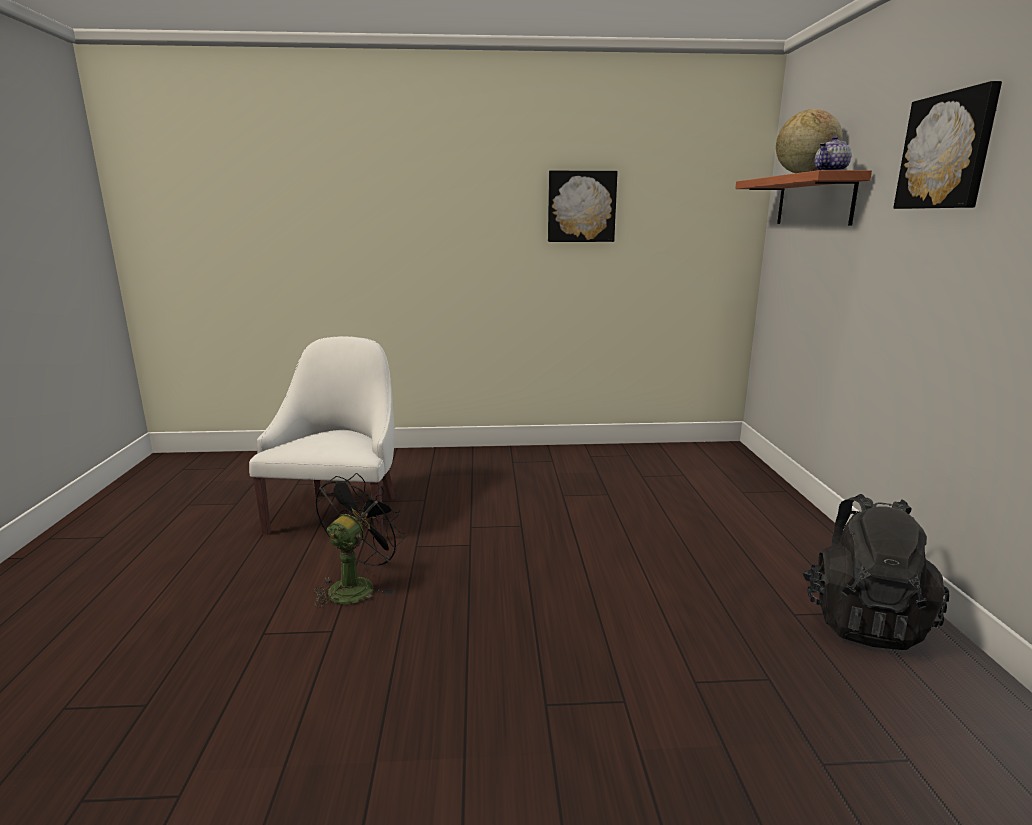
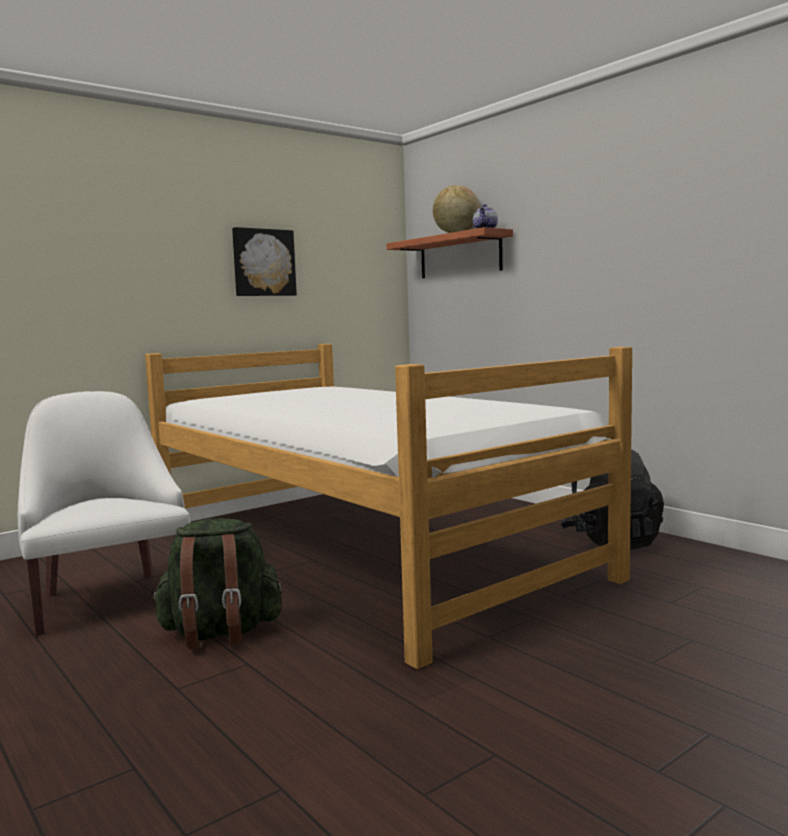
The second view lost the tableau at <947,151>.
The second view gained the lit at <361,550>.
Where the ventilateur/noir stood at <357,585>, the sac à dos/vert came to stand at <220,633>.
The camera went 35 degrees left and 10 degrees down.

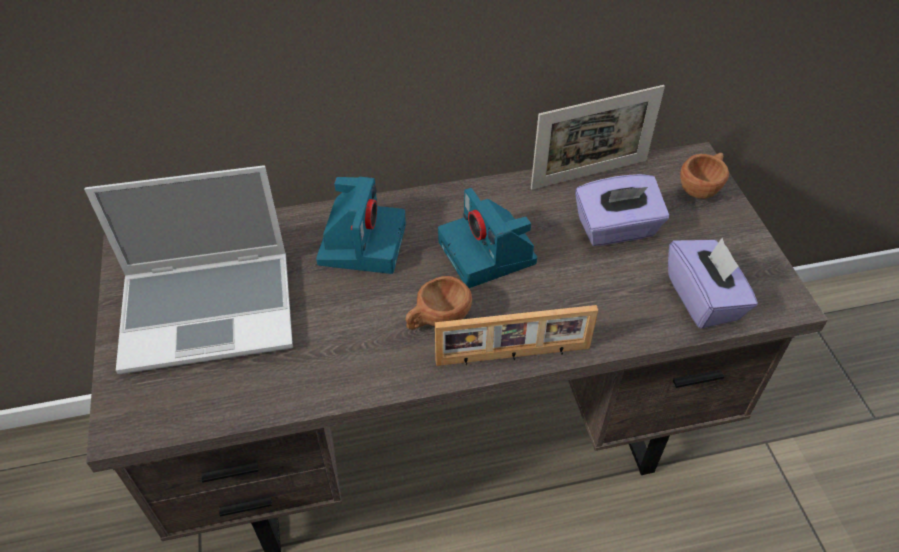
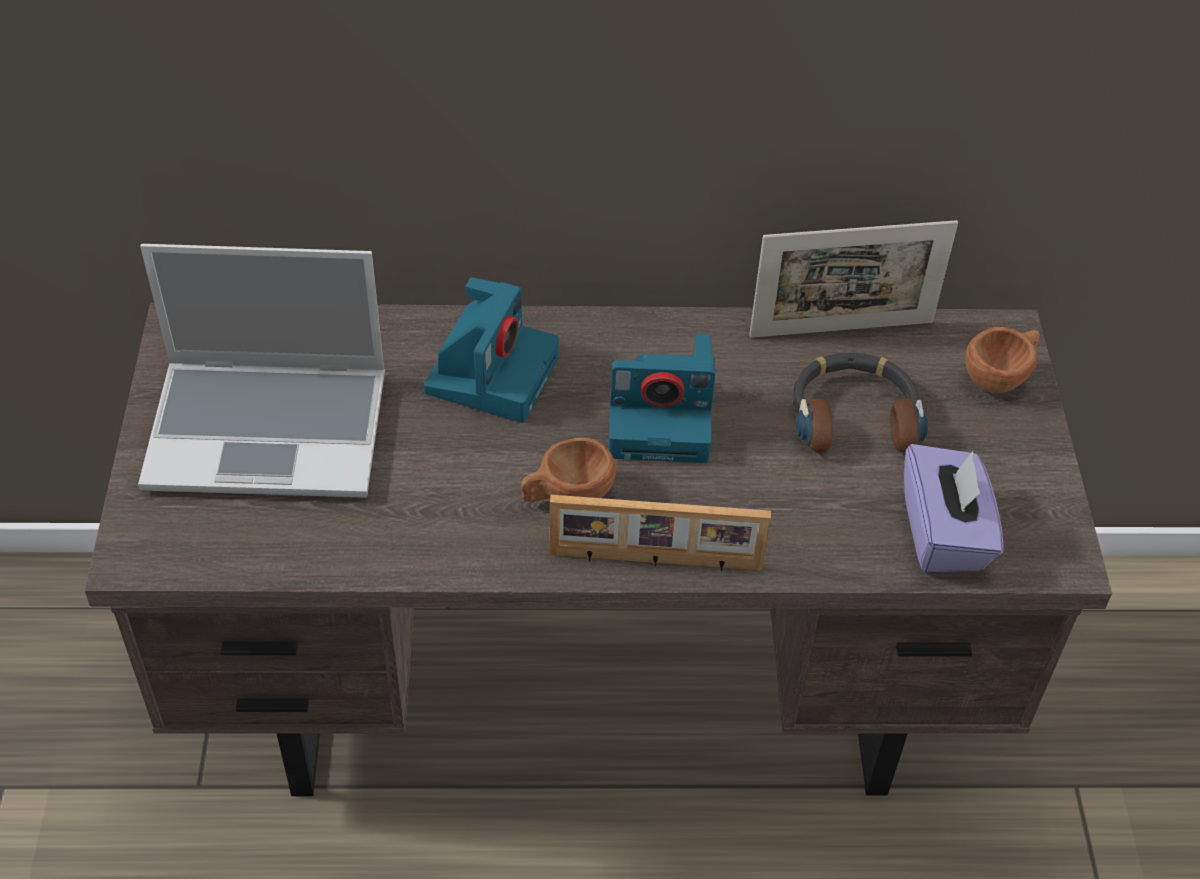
Where the boîte à mouchoirs/violet stood at <616,229>, the casque audio came to stand at <854,415>.
The appareil photo at <488,253> ended up facing another way, 75 degrees counterclockwise from before.
The camera went 10 degrees right and 0 degrees up.

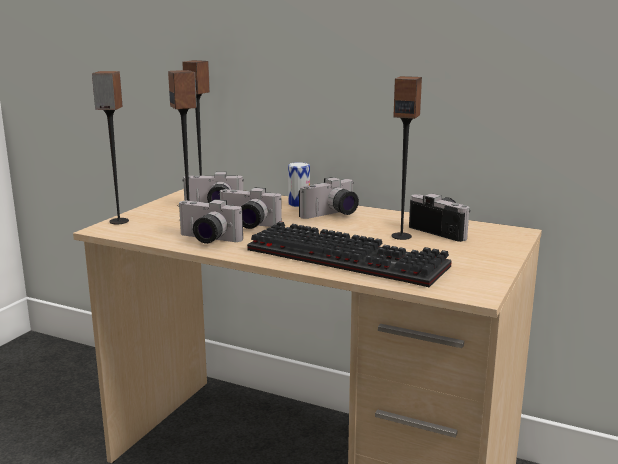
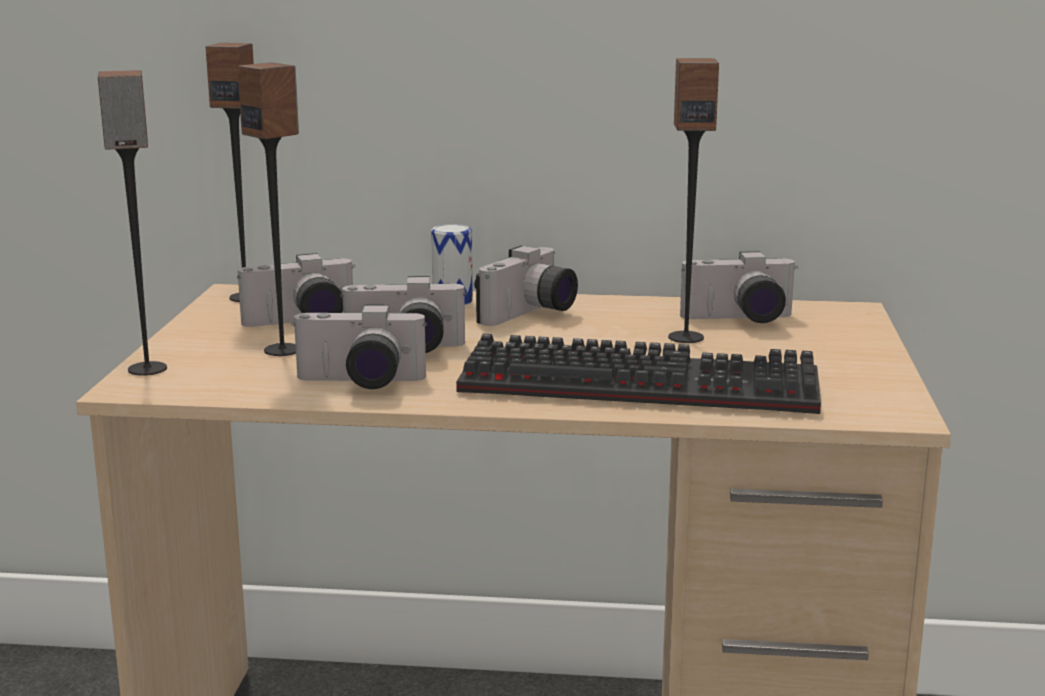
The appareil photo at <443,230> ended up facing another way, 150 degrees clockwise from before.
The camera went 20 degrees left and 0 degrees up.

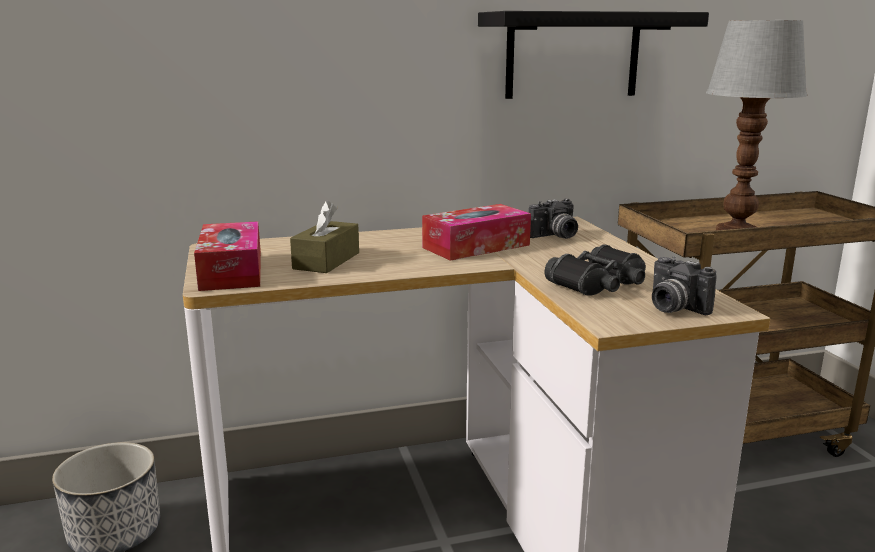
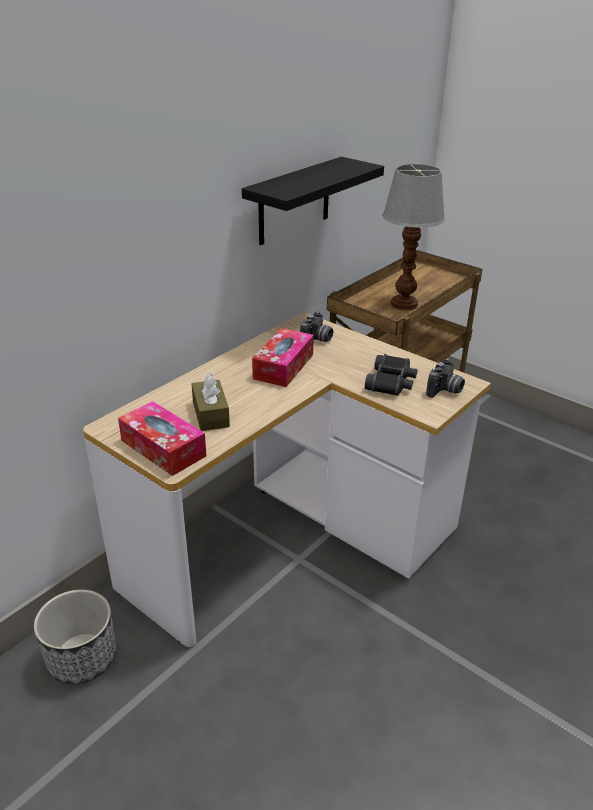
The appareil photo at <672,308> ended up facing another way, 75 degrees counterclockwise from before.
The camera went 35 degrees left and 15 degrees up.

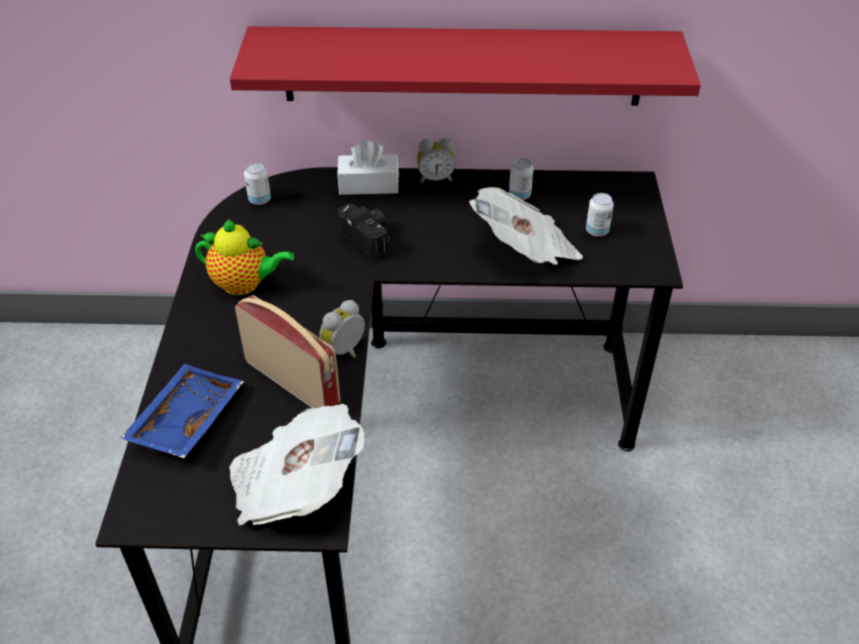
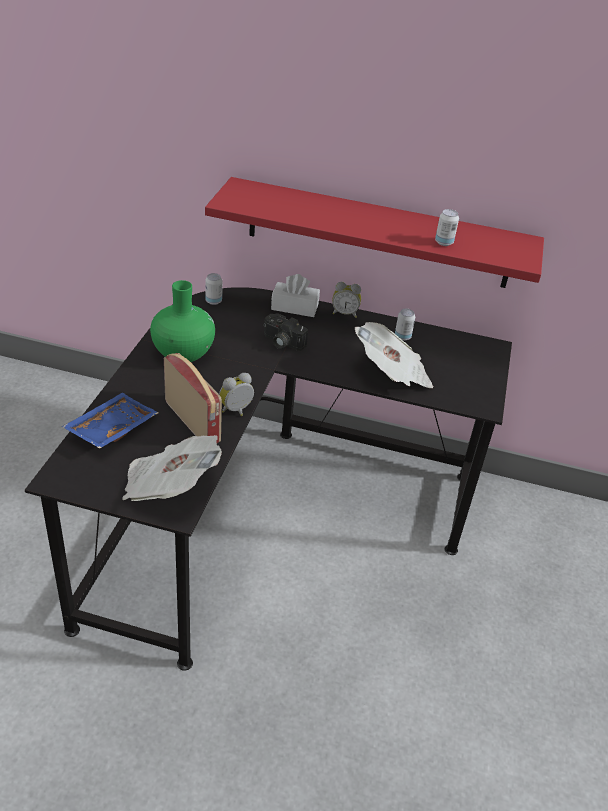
The boîte métallique ended up elsewhere, having gone from <597,231> to <444,242>.
Where the théière stood at <245,284>, the vase/vert came to stand at <183,353>.
The appareil photo at <369,238> ended up facing another way, 150 degrees clockwise from before.
The camera went 10 degrees right and 5 degrees down.

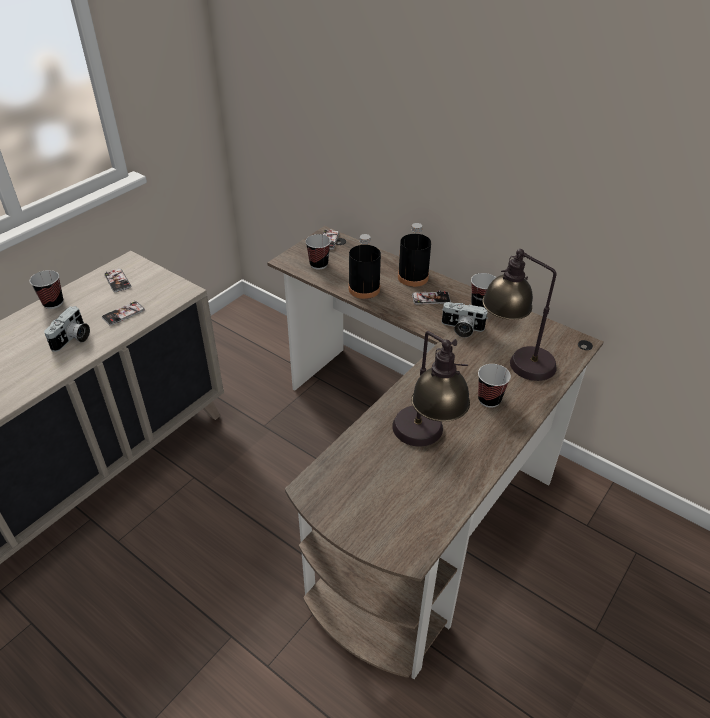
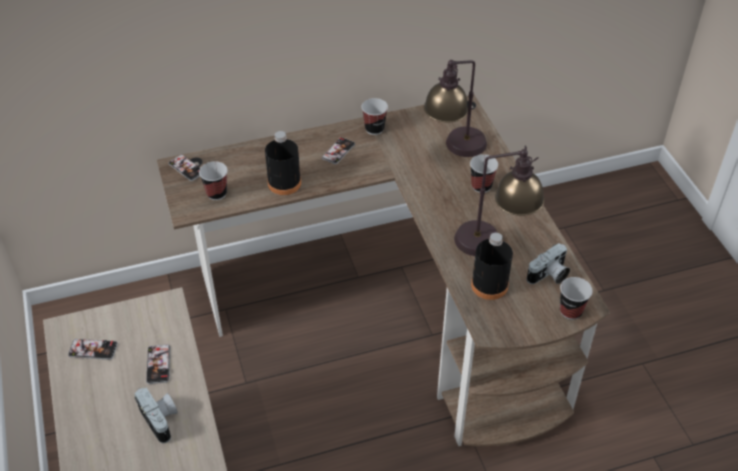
The tasse ended up elsewhere, having gone from <53,303> to <570,311>.
The bouteille/noir ended up elsewhere, having gone from <413,277> to <489,285>.
The appareil photo ended up elsewhere, having gone from <461,329> to <549,276>.
The camera went 55 degrees left and 5 degrees up.

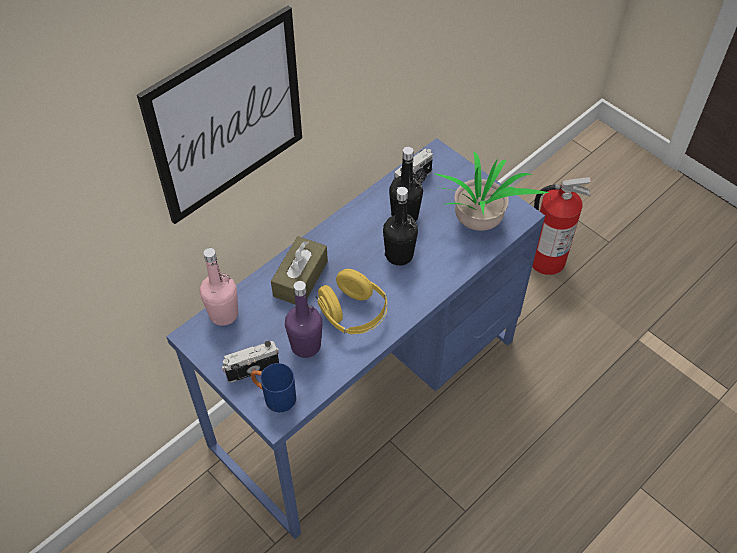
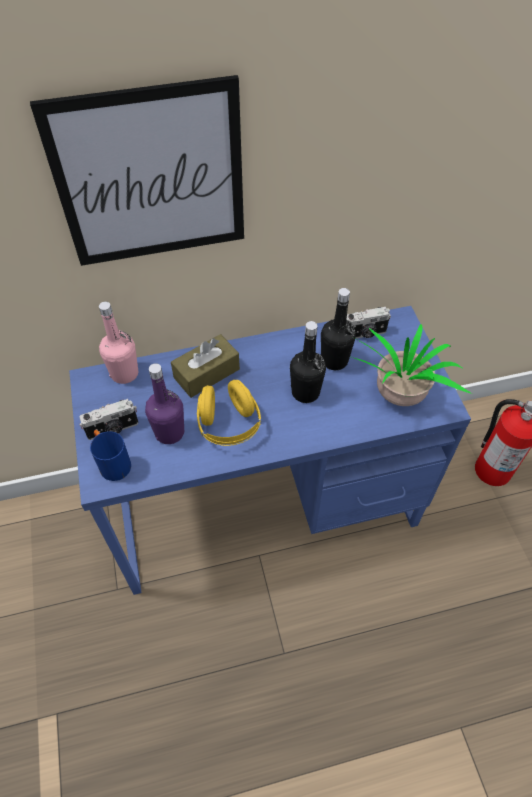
The appareil photo at <252,368> ended up facing another way, 150 degrees clockwise from before.
The camera went 30 degrees right and 0 degrees up.

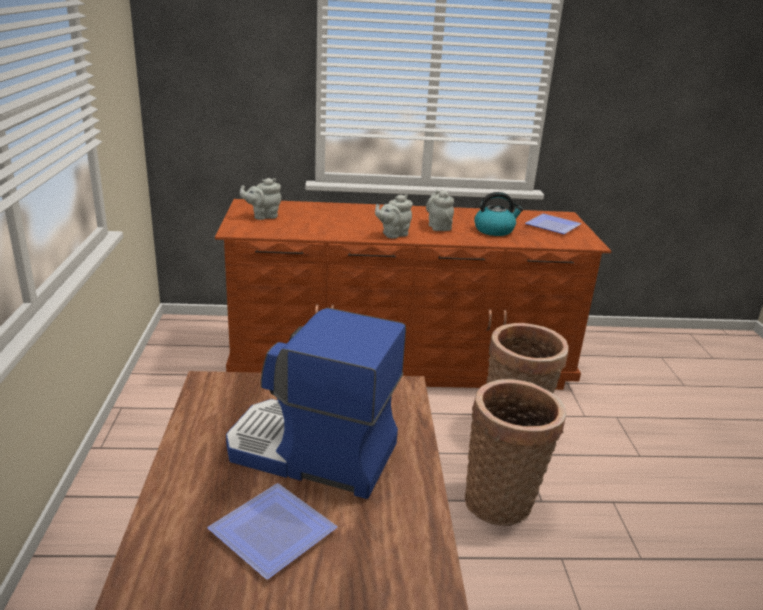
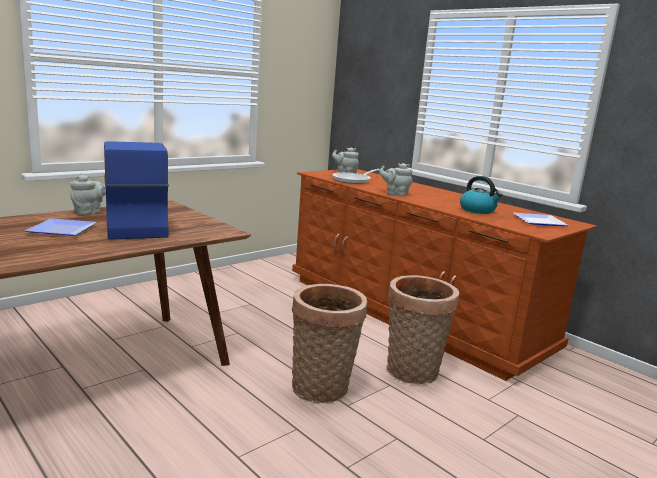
The second view gained the poêle at <354,180>.
The théière/gris ended up elsewhere, having gone from <438,226> to <89,212>.
The camera went 50 degrees right and 10 degrees down.

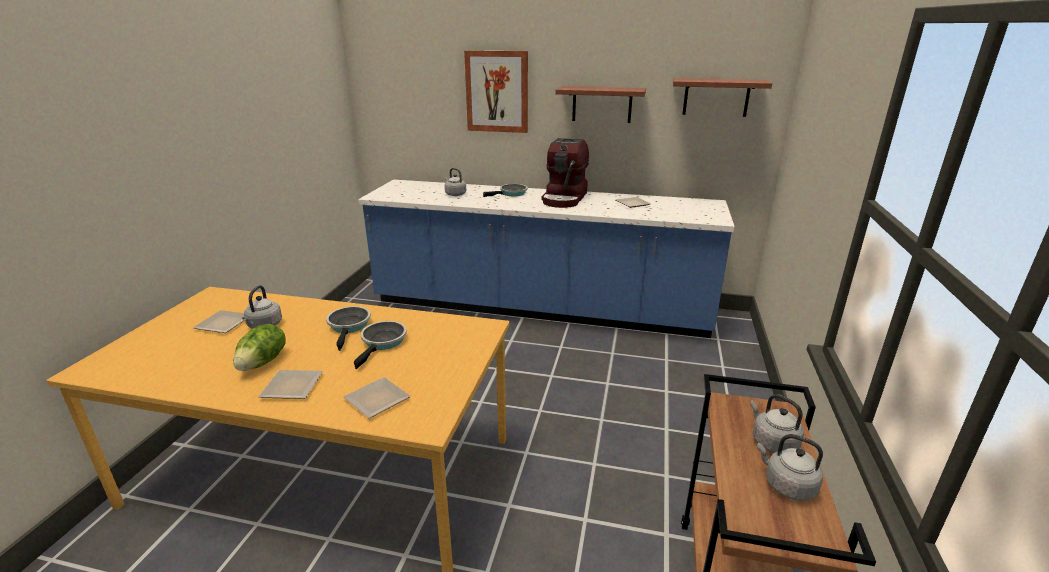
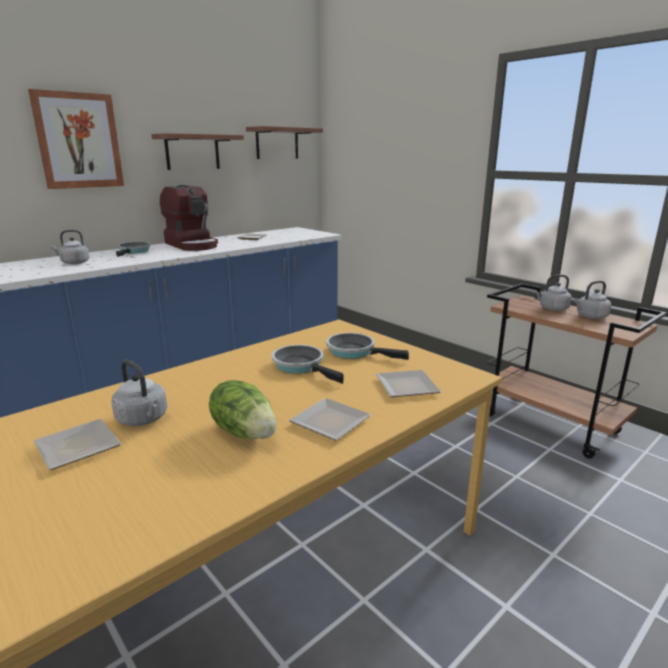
The poêle ended up elsewhere, having gone from <349,326> to <355,351>.
The camera went 55 degrees left and 5 degrees down.

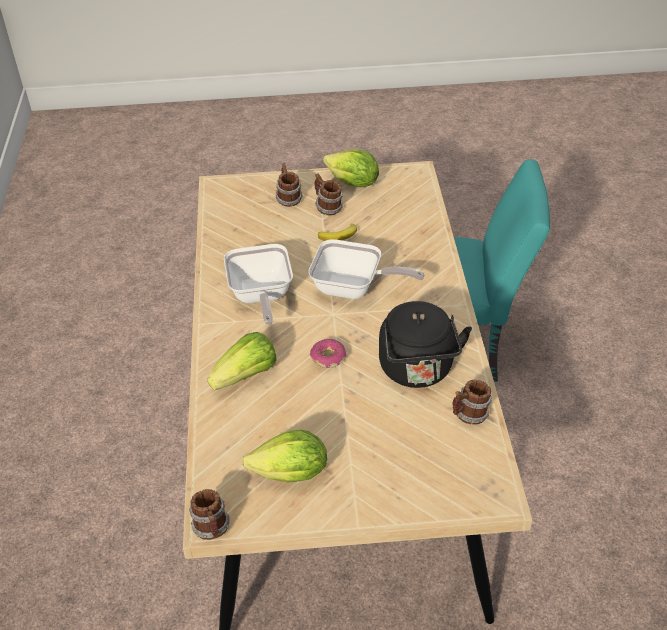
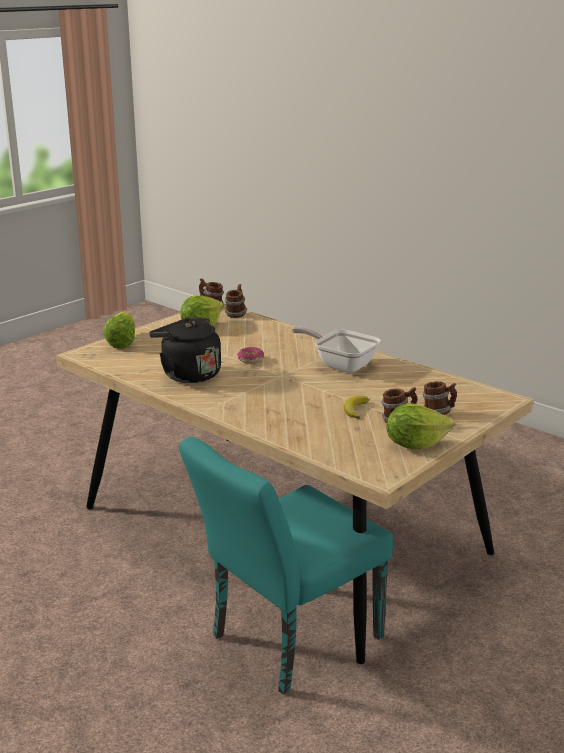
The second view lost the poêle at <354,288>.
The laitue ended up elsewhere, having gone from <246,376> to <122,342>.
The mug ended up elsewhere, having gone from <469,416> to <236,314>.
The camera went 135 degrees right and 20 degrees down.

